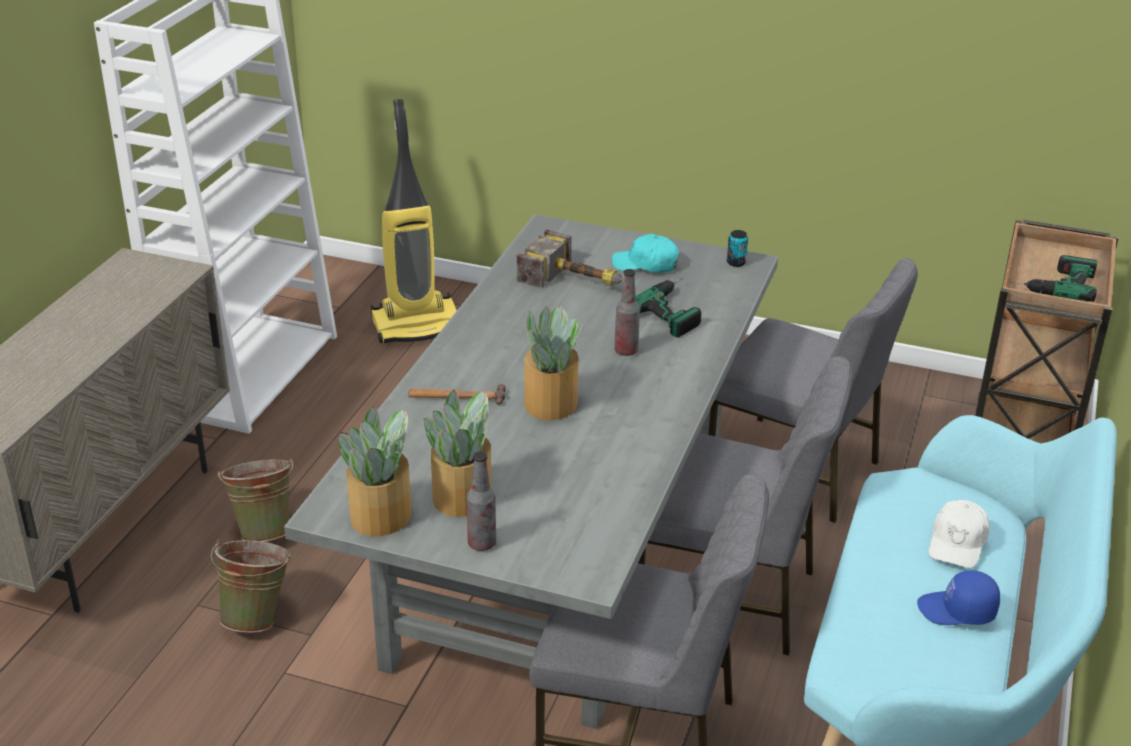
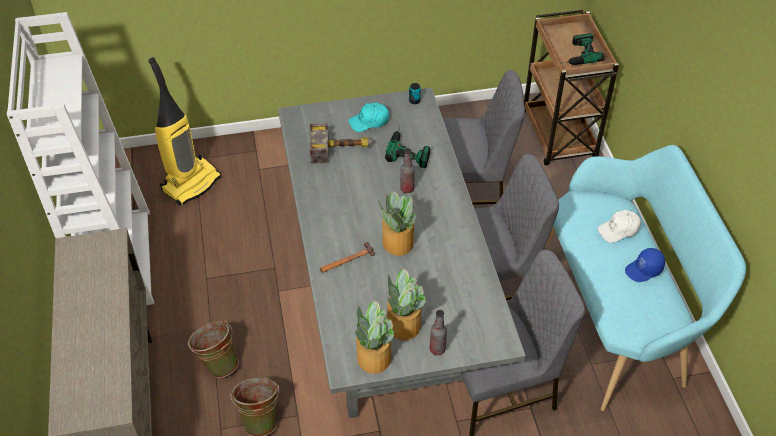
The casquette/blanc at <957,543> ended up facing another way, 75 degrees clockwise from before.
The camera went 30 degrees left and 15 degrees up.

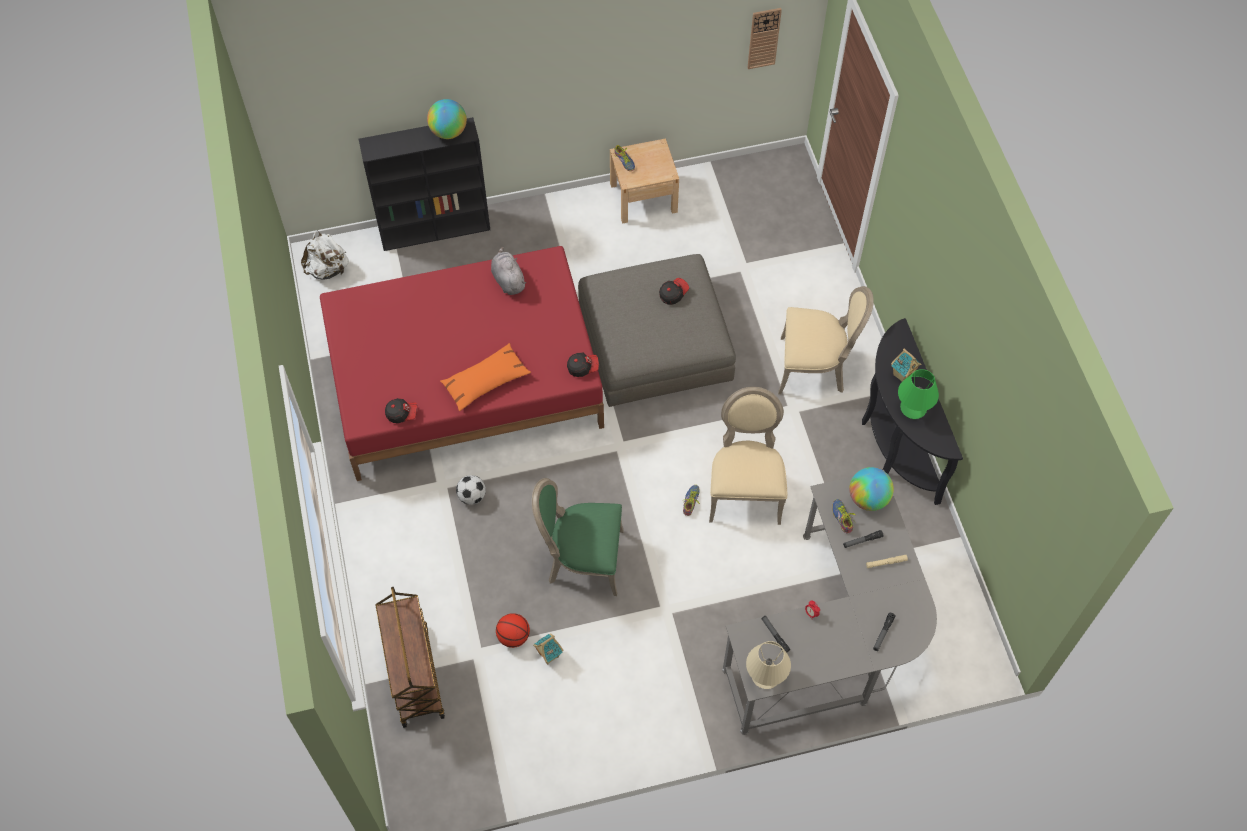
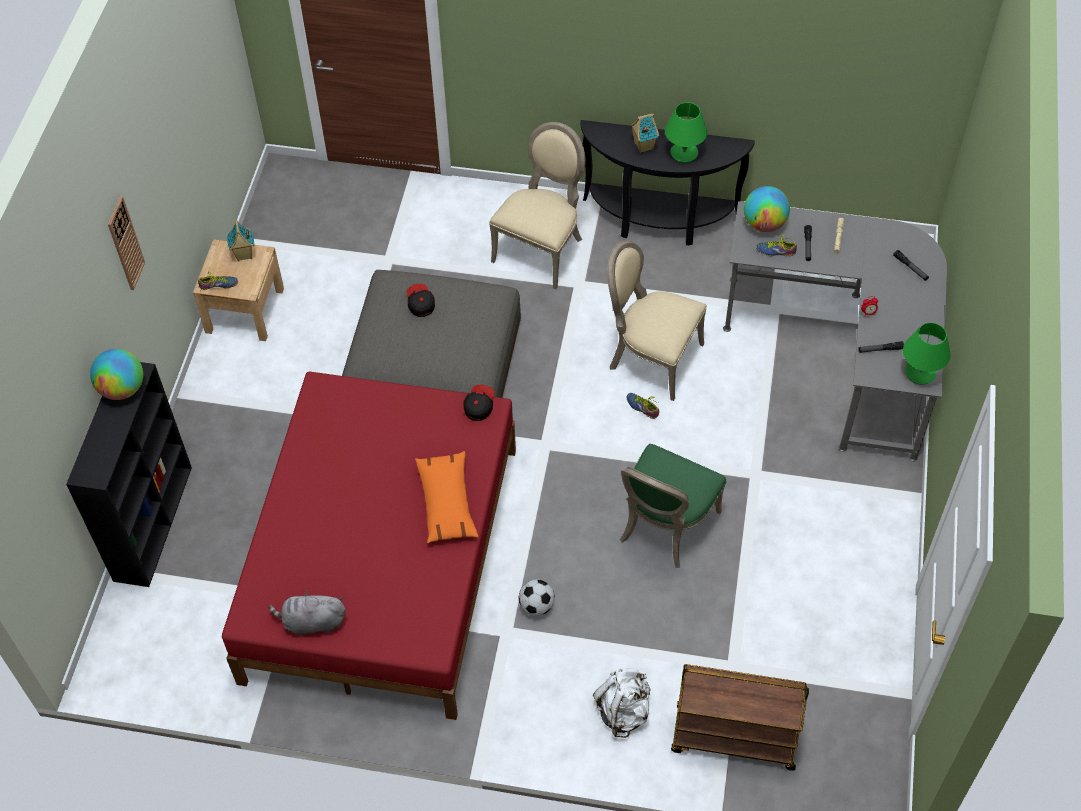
The second view lost the casquette at <402,413>.
The second view lost the ballon de basket at <513,636>.
The sac à dos/blanc ended up elsewhere, having gone from <328,269> to <623,711>.
The peluche/gris ended up elsewhere, having gone from <508,280> to <312,622>.
The maison miniature ended up elsewhere, having gone from <548,655> to <244,255>.
The horloge murale ended up elsewhere, having gone from <763,38> to <125,243>.
What was the lampe de table/beige at <765,675> turned into the lampe de table/vert at <920,373>.
The camera went 65 degrees left and 5 degrees down.

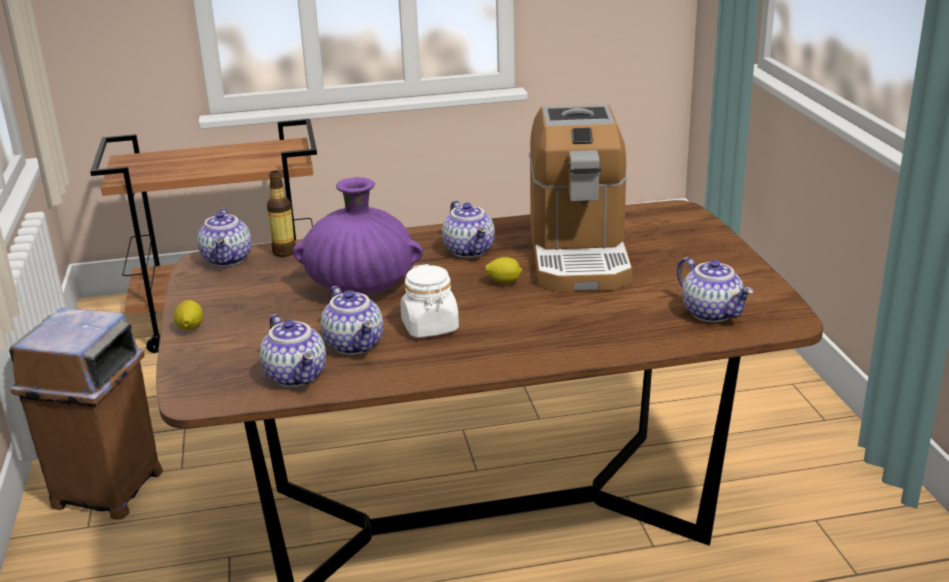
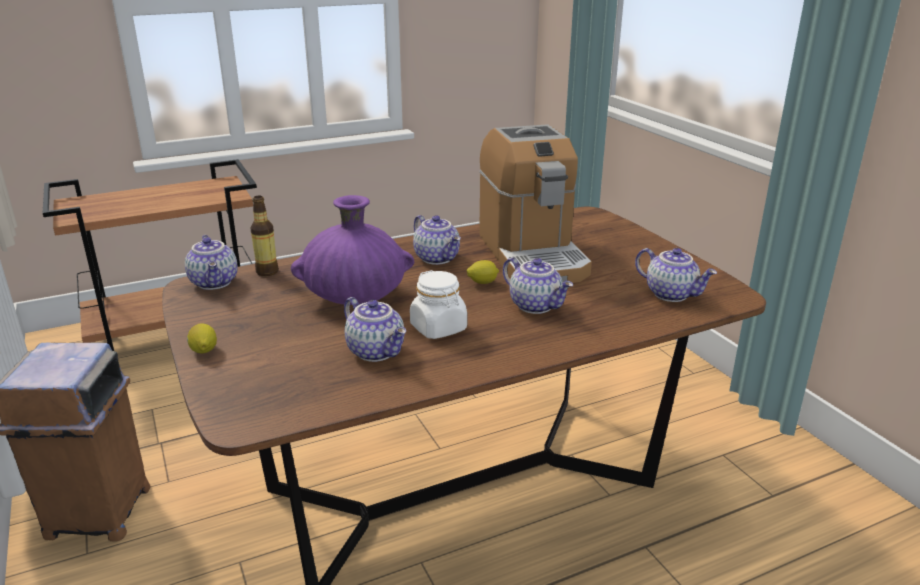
The théière ended up elsewhere, having gone from <297,376> to <536,305>.
The camera went 15 degrees left and 0 degrees up.

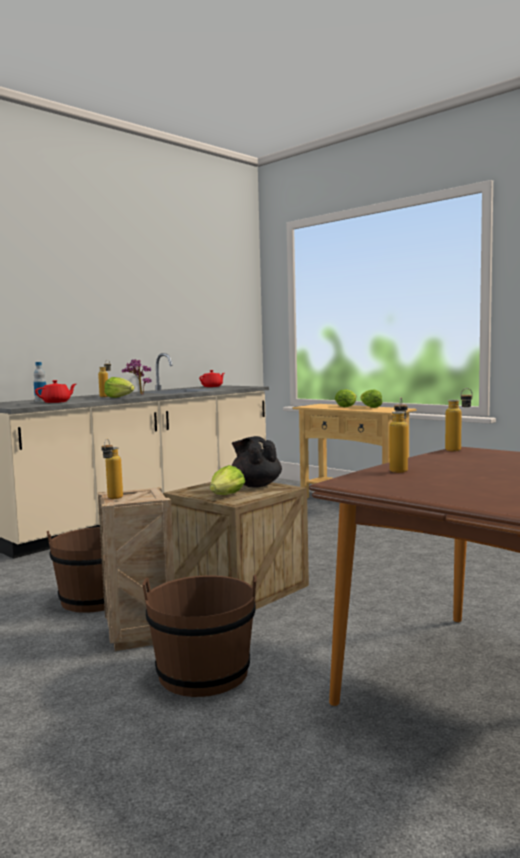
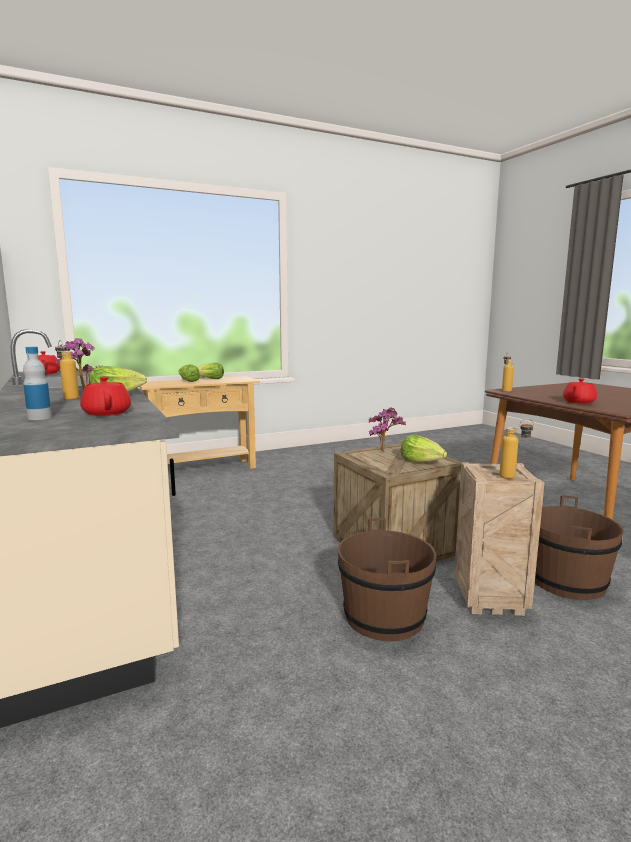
Where the théière/noir stood at <256,485>, the plante en pot came to stand at <385,451>.
Where the bouteille stood at <399,470>, the théière/rouge came to stand at <578,402>.
The camera went 70 degrees left and 5 degrees up.

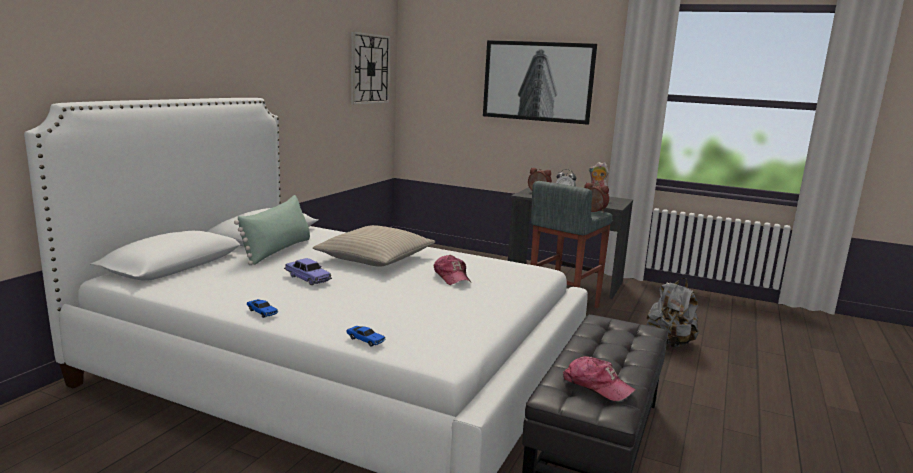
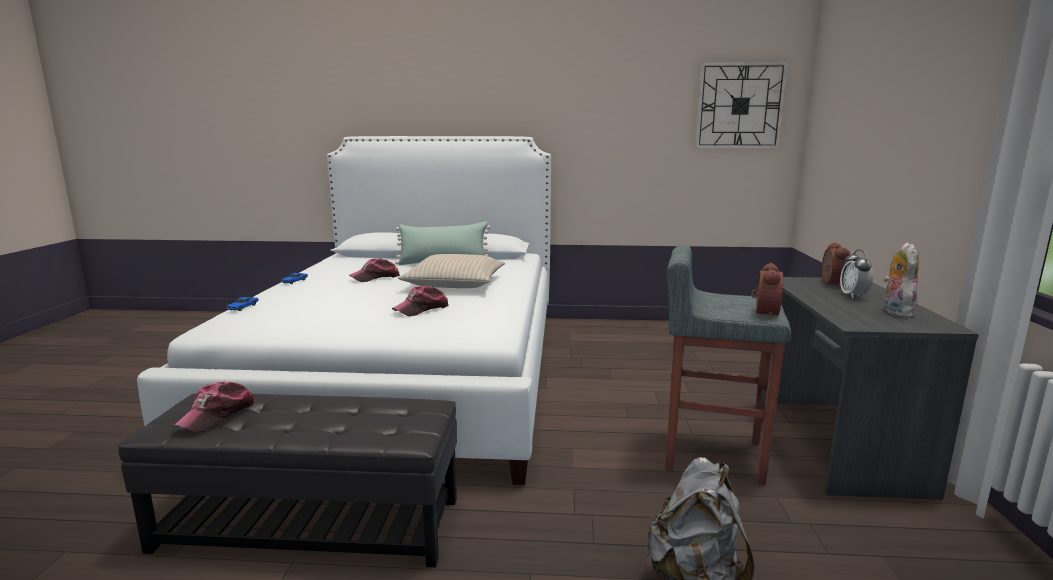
The second view lost the tableau at <538,81>.
Where the petite voiture stood at <308,278>, the casquette came to stand at <375,277>.
The camera went 70 degrees right and 0 degrees up.

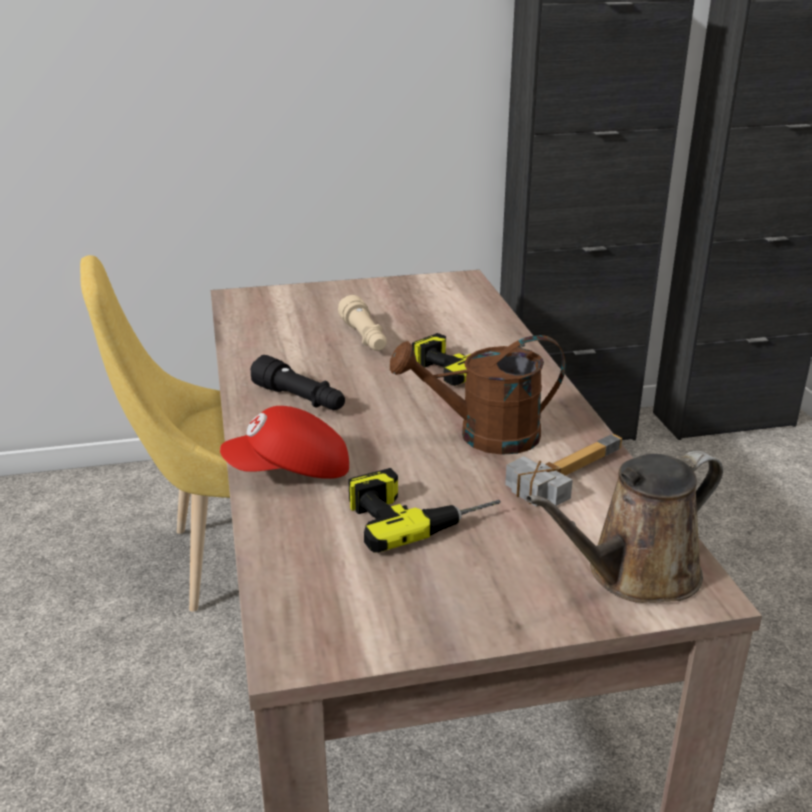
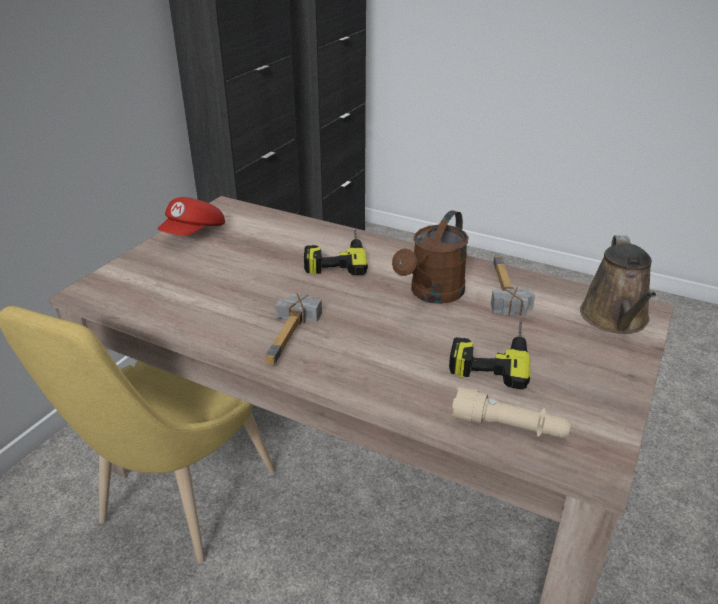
The casquette/rouge ended up elsewhere, having gone from <290,472> to <194,233>.
The lampe de poche/beige ended up elsewhere, having gone from <364,338> to <508,427>.
Where the lampe de poche/noir stood at <300,399>, the marteau came to stand at <295,335>.
The camera went 50 degrees left and 5 degrees up.

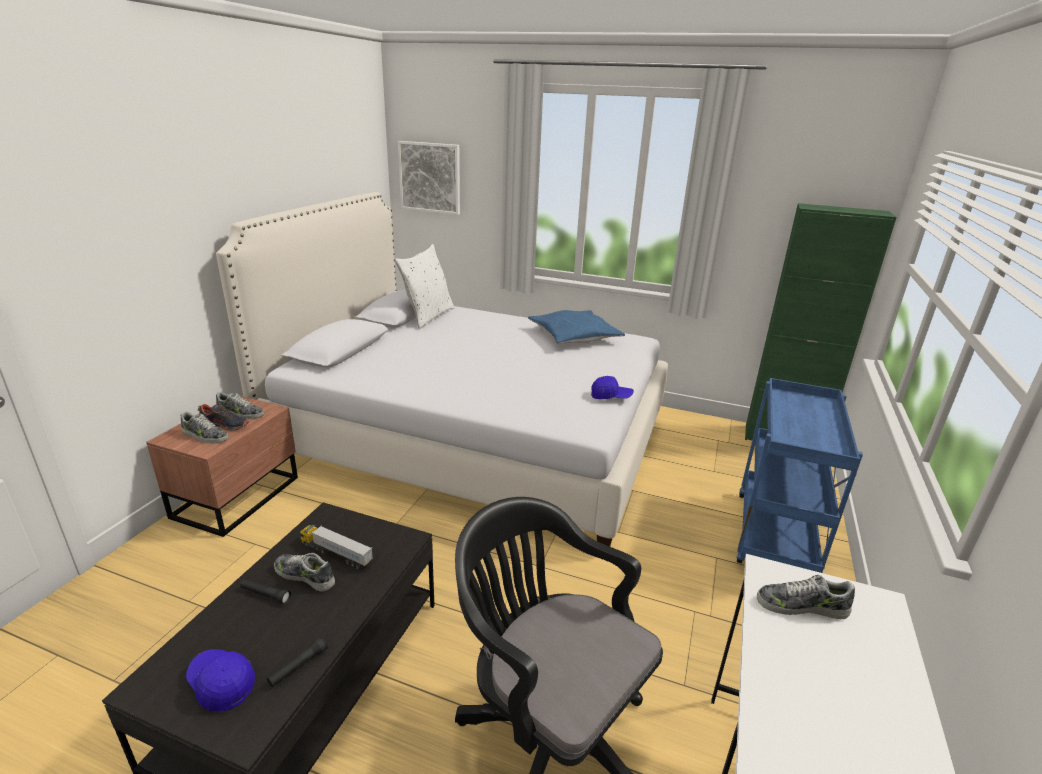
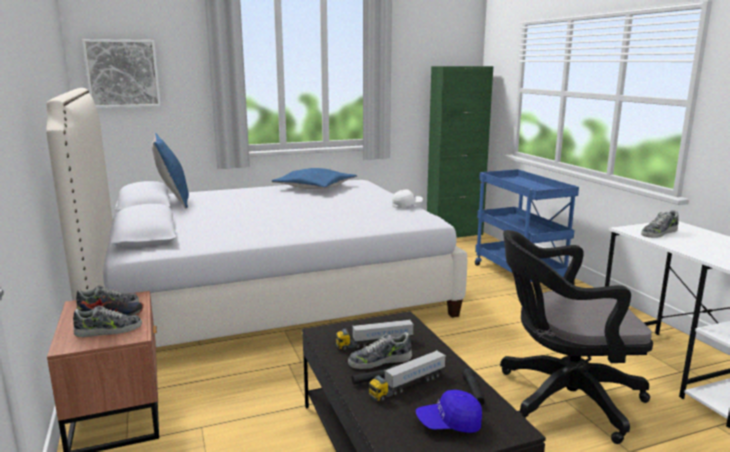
The second view gained the camion jouet at <407,385>.
What was the coussin/blanc at <427,316> turned into the coussin/bleu at <173,201>.
What was the casquette/bleu at <611,396> turned into the casquette/blanc at <407,205>.
The camera went 40 degrees left and 10 degrees down.

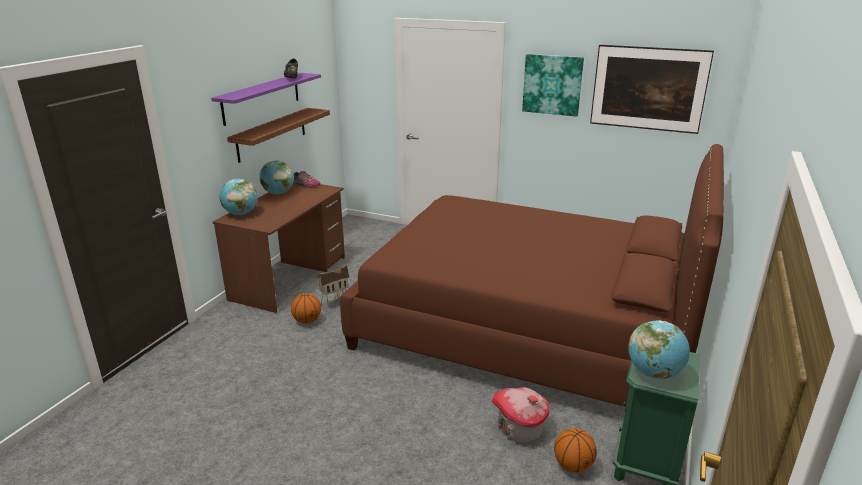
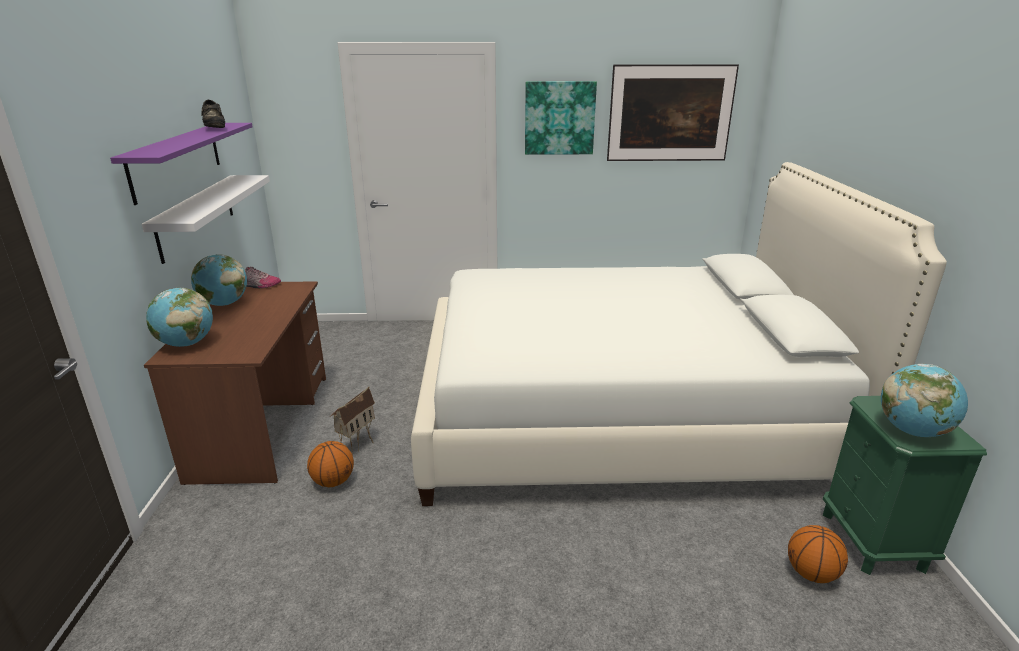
The second view lost the maison miniature at <520,428>.
What was the étagère/marron at <272,134> turned into the étagère/blanc at <196,216>.
What was the lit/marron at <527,328> turned into the lit/blanc at <618,414>.
The camera went 25 degrees left and 0 degrees up.

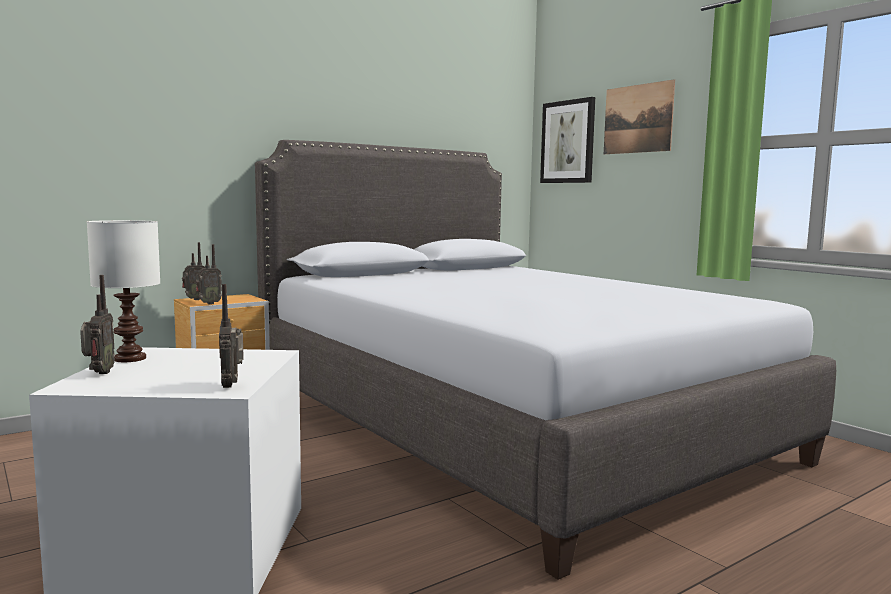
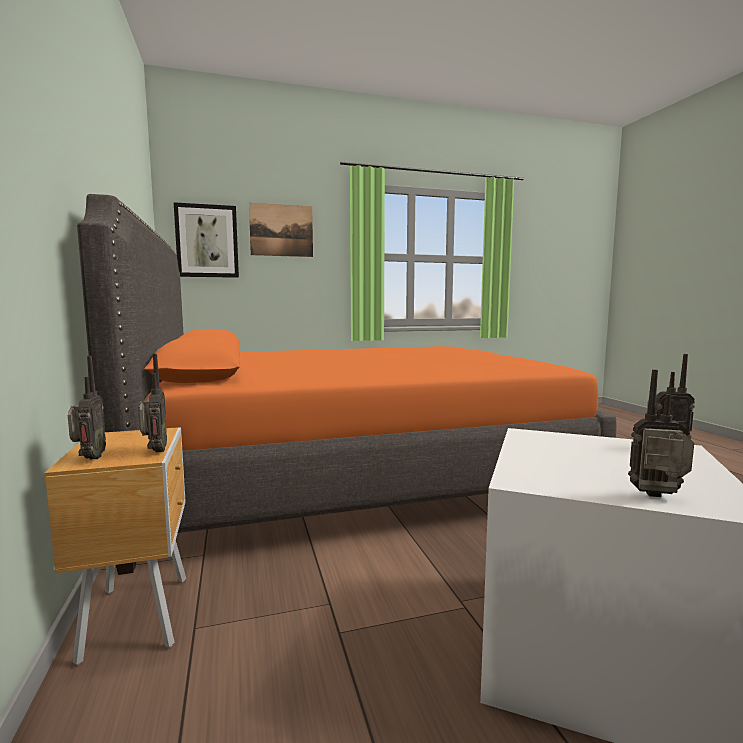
The second view lost the lampe de table/blanc at <129,358>.
What was the lit/gris at <505,426> turned into the lit/orange at <353,473>.
The camera went 70 degrees left and 0 degrees up.

